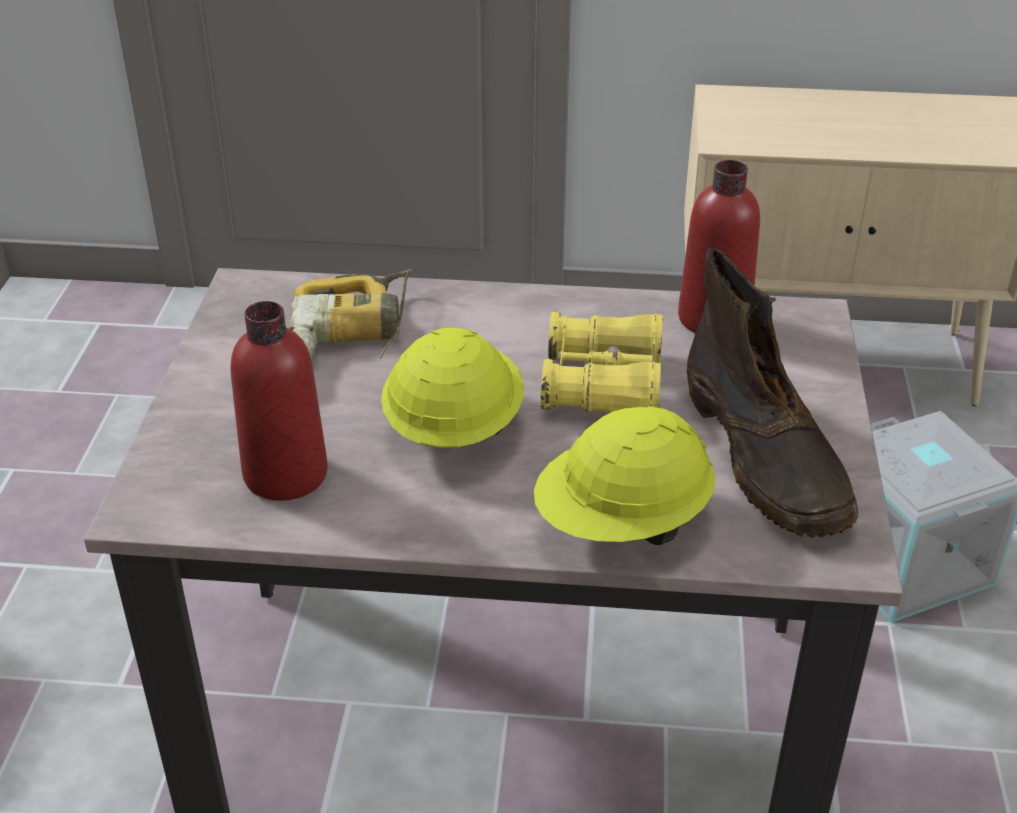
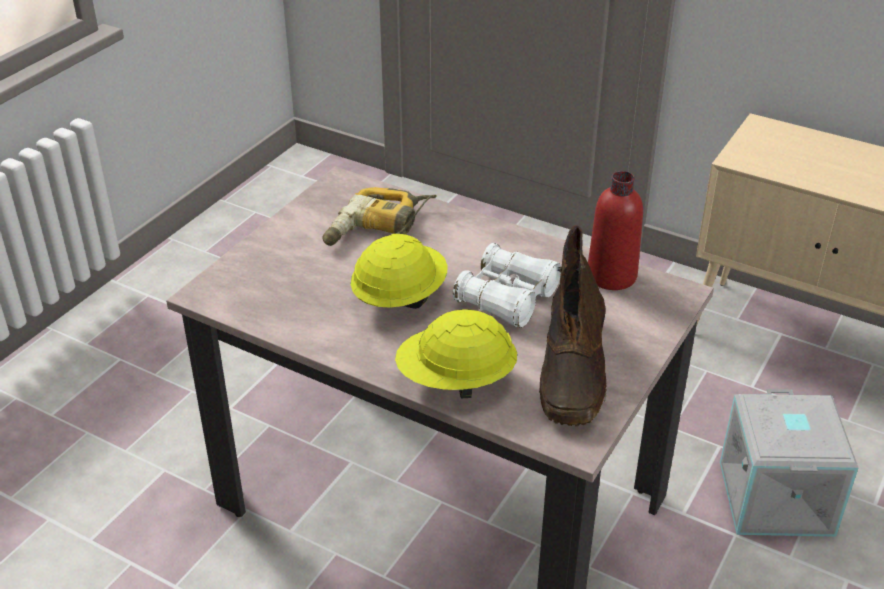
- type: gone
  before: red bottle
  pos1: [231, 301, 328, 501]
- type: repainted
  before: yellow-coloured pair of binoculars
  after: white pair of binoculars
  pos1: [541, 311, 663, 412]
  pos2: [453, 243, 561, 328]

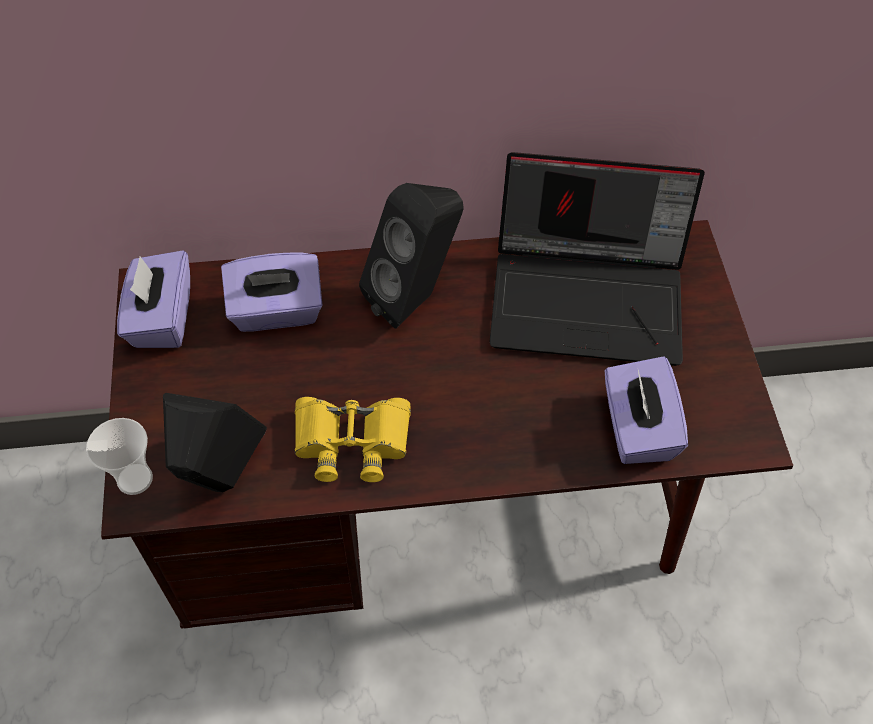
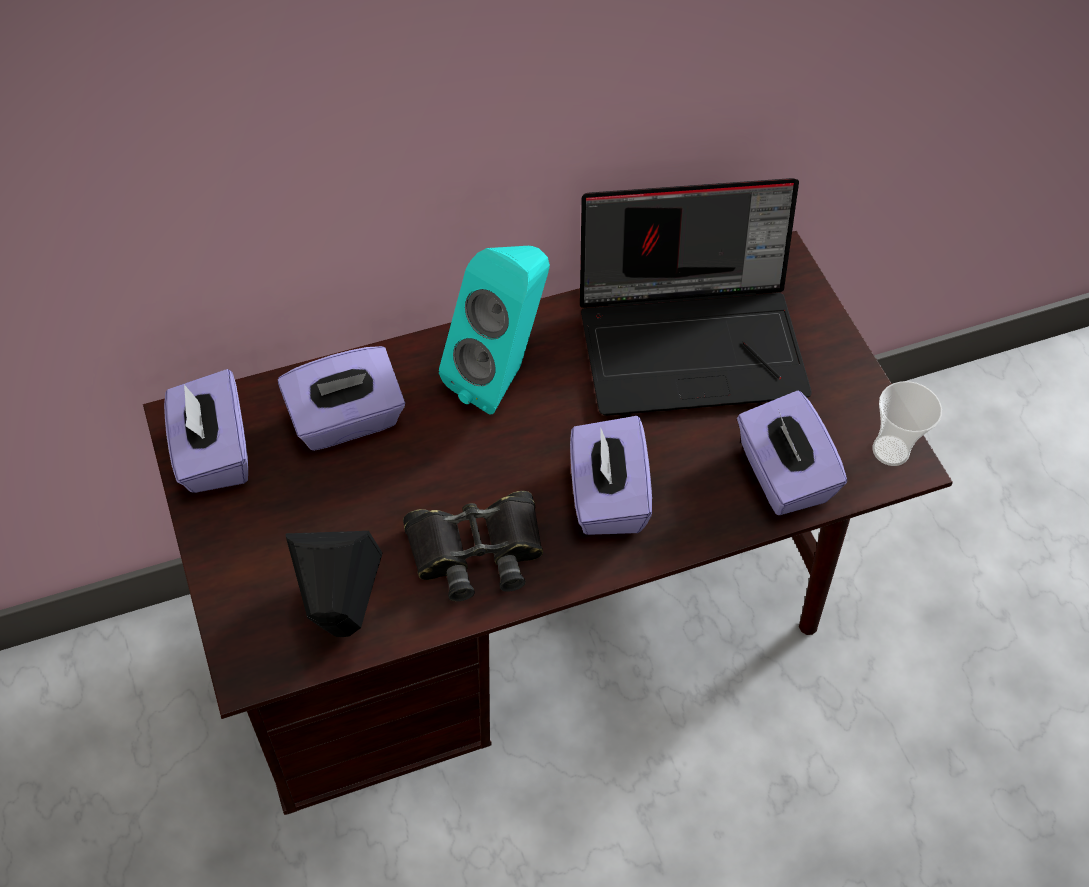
- type: shifted
  before: drinking cup
  pos1: [86, 418, 153, 495]
  pos2: [872, 381, 942, 466]
- type: repainted
  before: yellow-coloured pair of binoculars
  after: blackish pair of binoculars
  pos1: [295, 397, 411, 482]
  pos2: [403, 491, 543, 601]
- type: repainted
  before: blackish audio speaker
  after: turquoise-coloured audio speaker
  pos1: [359, 183, 464, 329]
  pos2: [439, 246, 550, 415]
- type: new
  after: purplish tissue holder
  pos2: [570, 416, 652, 535]

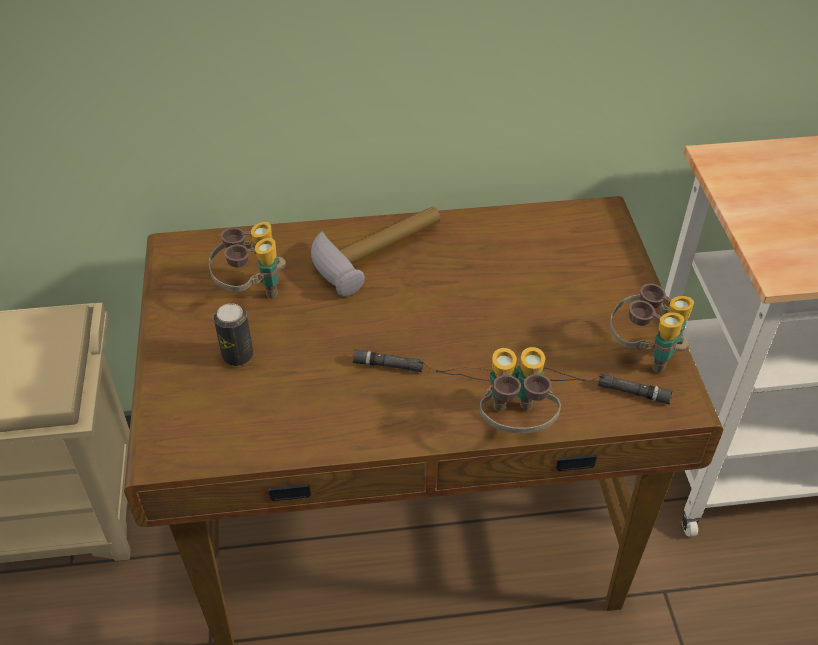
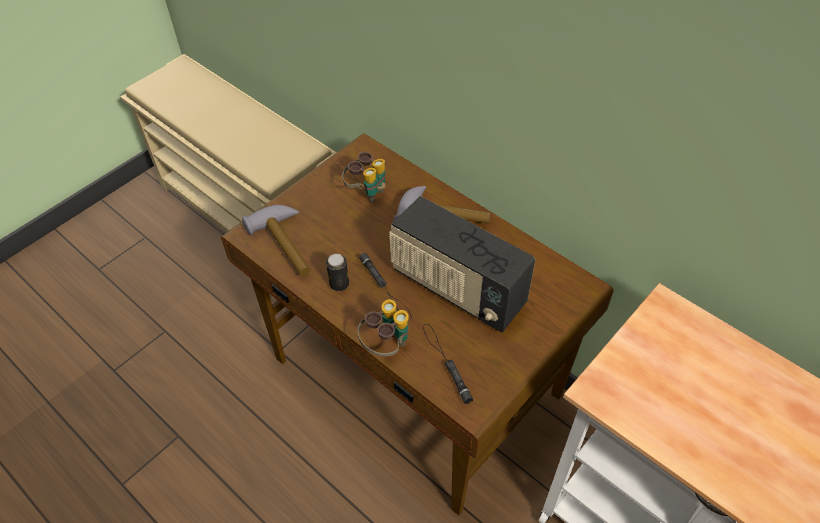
- type: shifted
  before: can
  pos1: [214, 303, 253, 366]
  pos2: [326, 254, 349, 291]
- type: gone
  before: pair of binoculars
  pos1: [610, 284, 694, 373]
- type: new
  after: hammer
  pos2: [242, 205, 310, 276]
- type: new
  after: radio
  pos2: [389, 196, 536, 333]

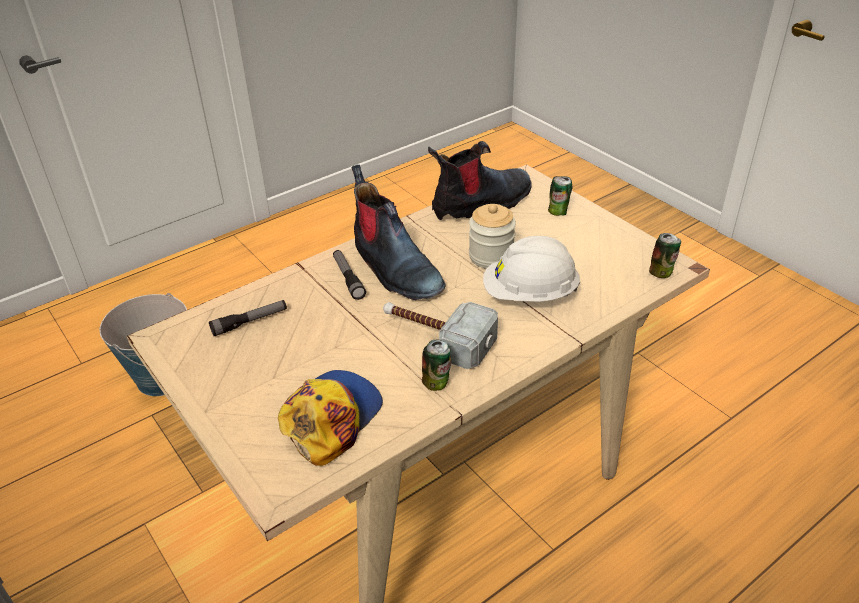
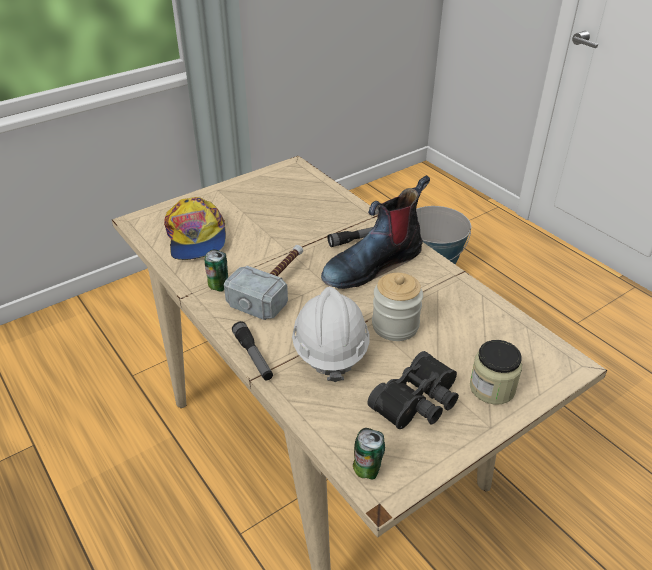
- type: shifted
  before: flashlight
  pos1: [209, 300, 287, 336]
  pos2: [232, 321, 273, 380]
- type: rotated
  before: cap
  pos1: [278, 370, 383, 466]
  pos2: [164, 197, 226, 260]
  turn: 45
- type: gone
  before: tall boot
  pos1: [428, 141, 532, 220]
- type: swapped
  before: can
  after: preserve jar
  pos1: [548, 176, 573, 216]
  pos2: [470, 340, 522, 405]
- type: new
  after: blackish pair of binoculars
  pos2: [368, 351, 459, 429]

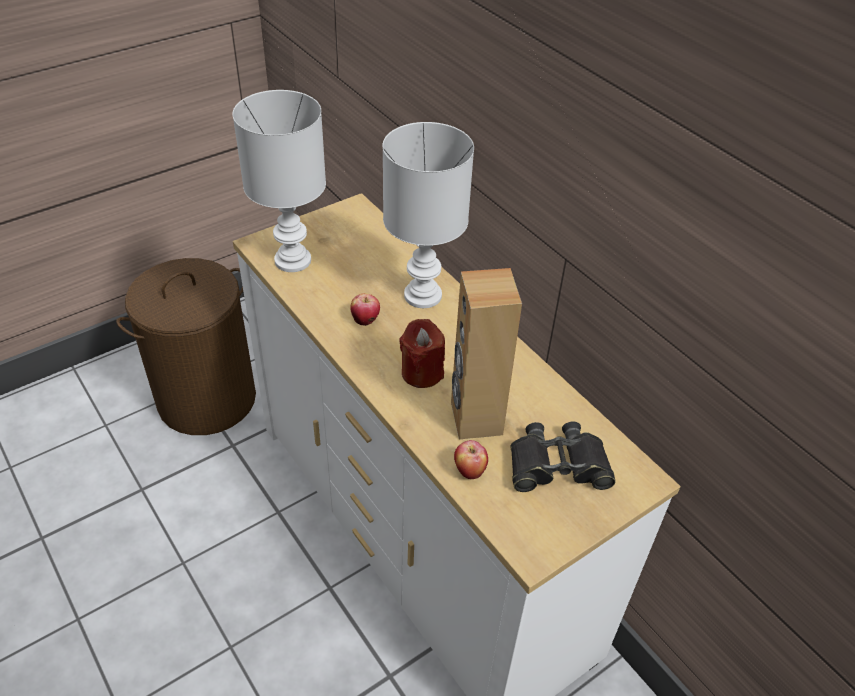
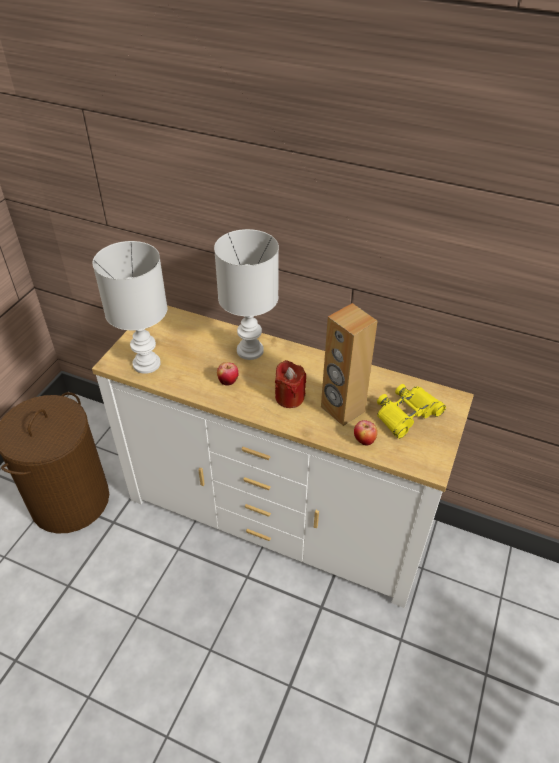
- type: repainted
  before: blackish pair of binoculars
  after: yellow-coloured pair of binoculars
  pos1: [511, 421, 616, 492]
  pos2: [377, 384, 446, 439]

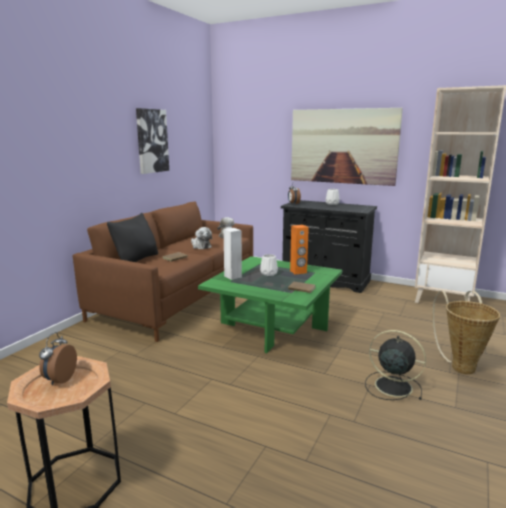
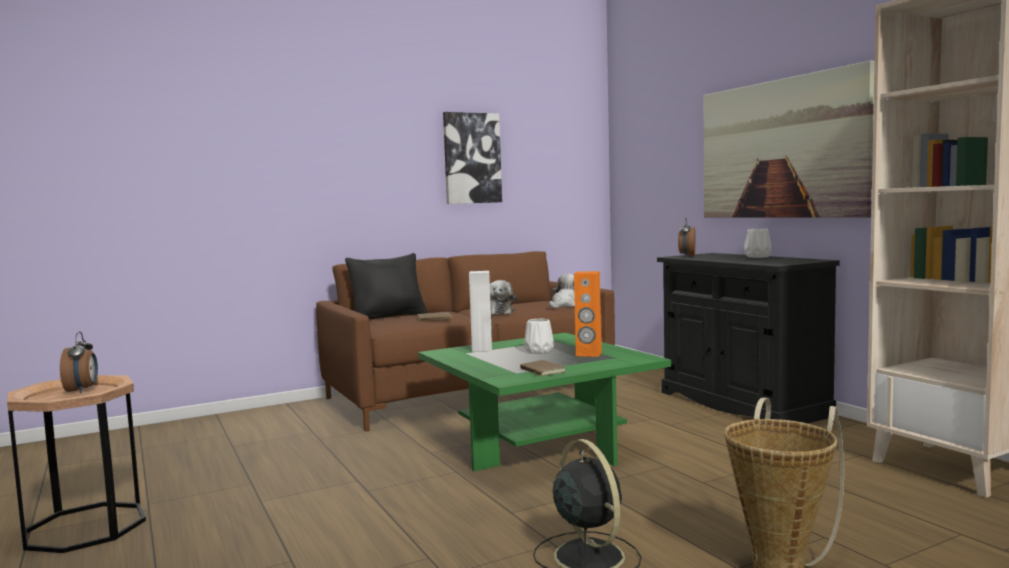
- type: rotated
  before: bedside clock
  pos1: [39, 332, 77, 385]
  pos2: [60, 332, 98, 393]
  turn: 120

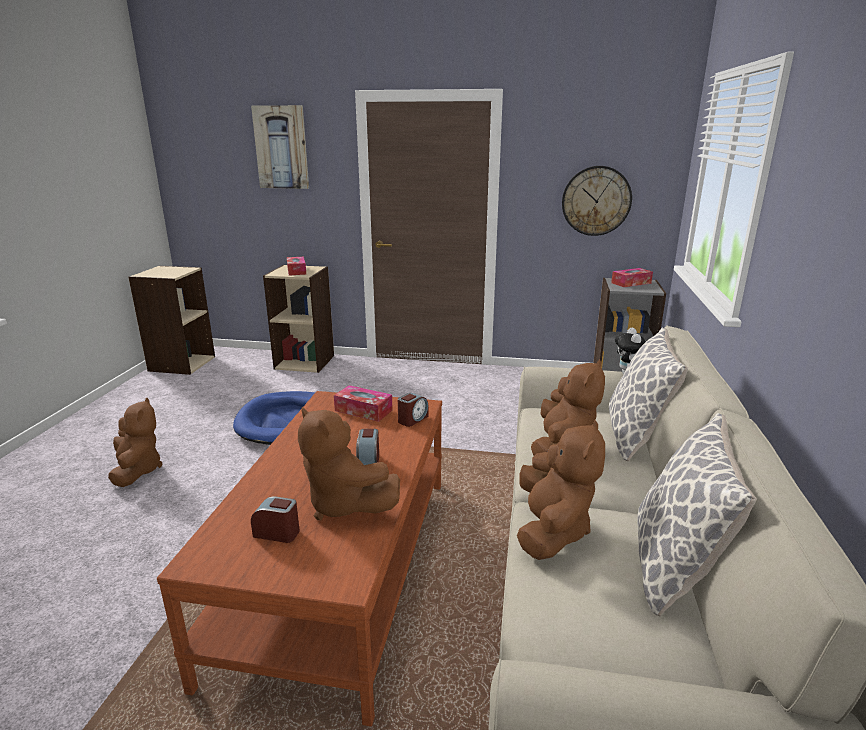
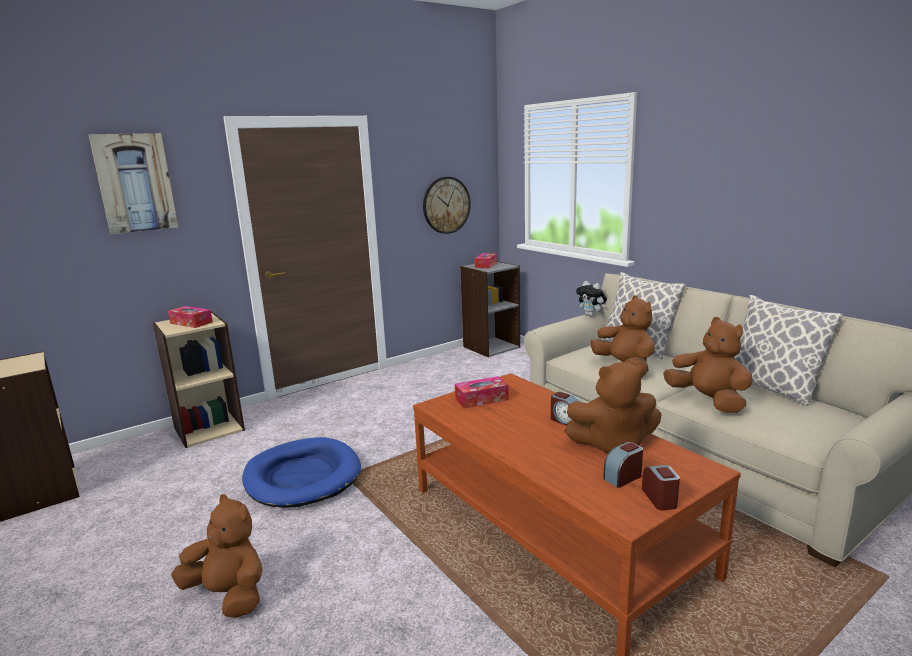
- type: shifted
  before: bedside clock
  pos1: [398, 393, 428, 427]
  pos2: [642, 465, 680, 511]

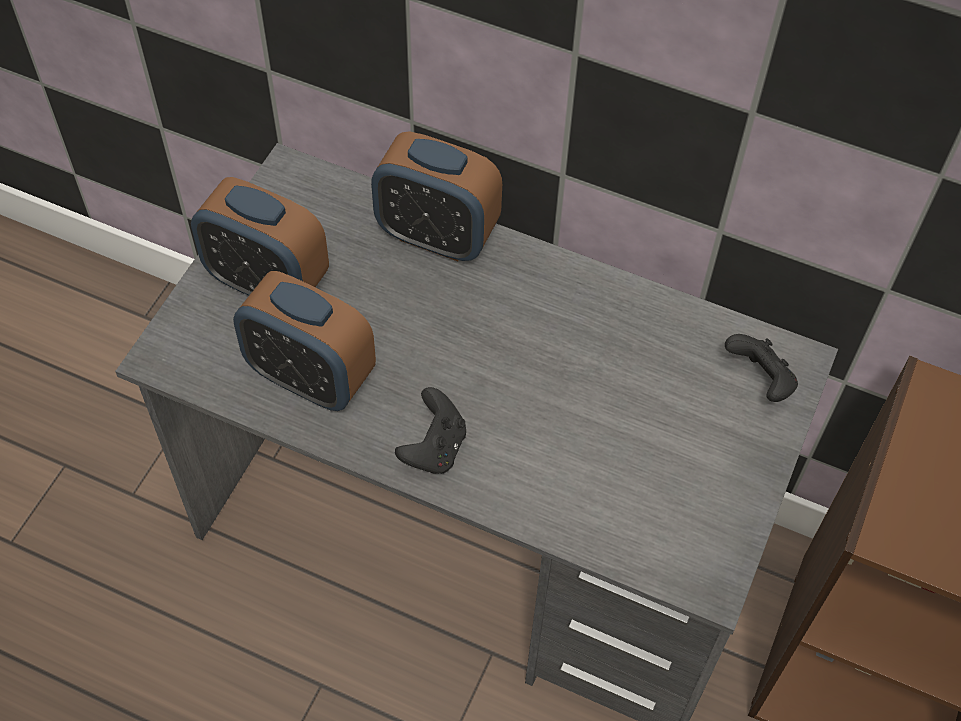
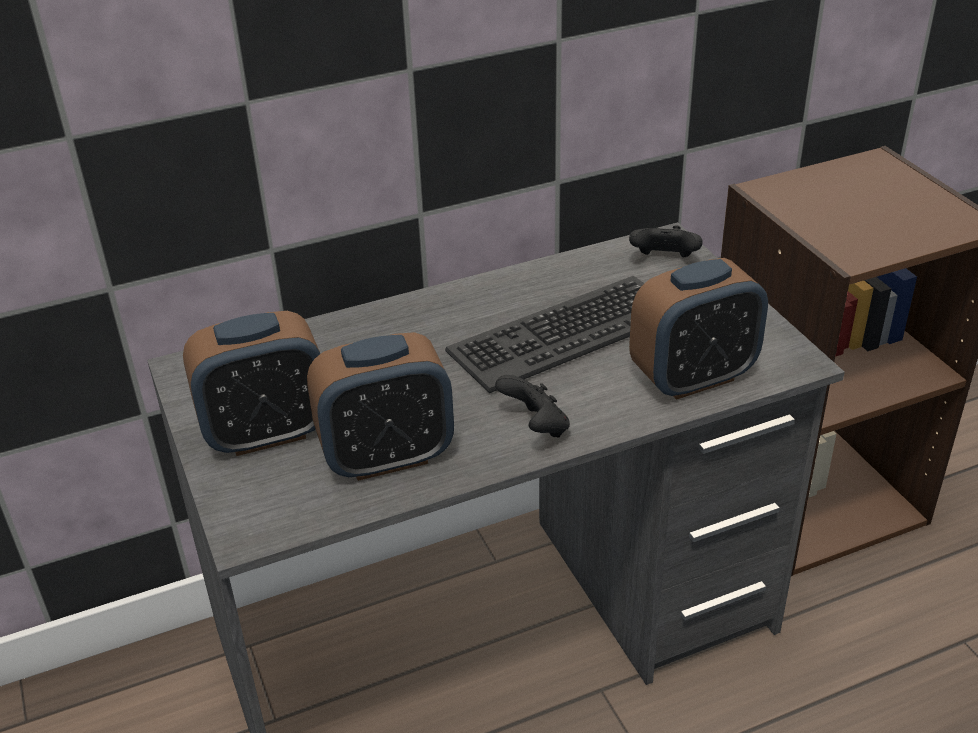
- type: shifted
  before: bedside clock
  pos1: [371, 131, 502, 261]
  pos2: [629, 258, 768, 400]
- type: new
  after: PC keyboard
  pos2: [445, 276, 645, 393]

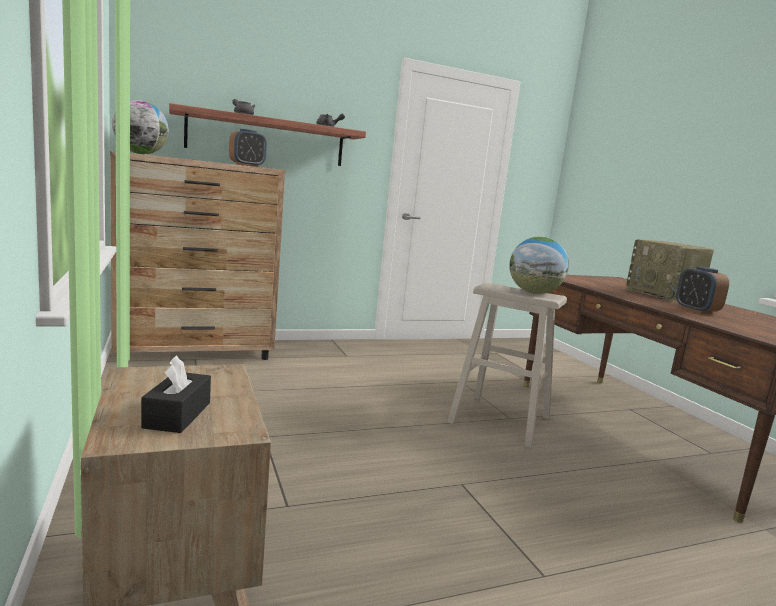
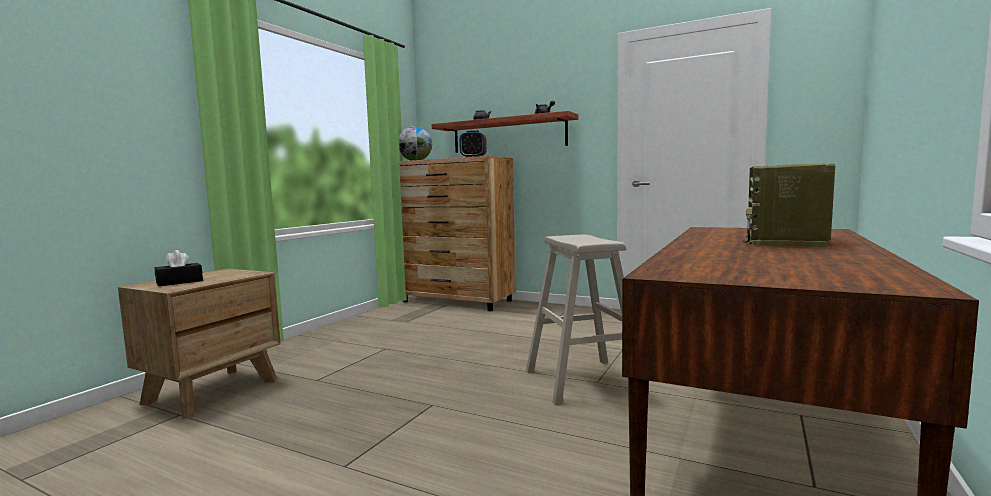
- type: gone
  before: world globe
  pos1: [509, 236, 569, 294]
- type: gone
  before: bedside clock
  pos1: [676, 266, 729, 314]

